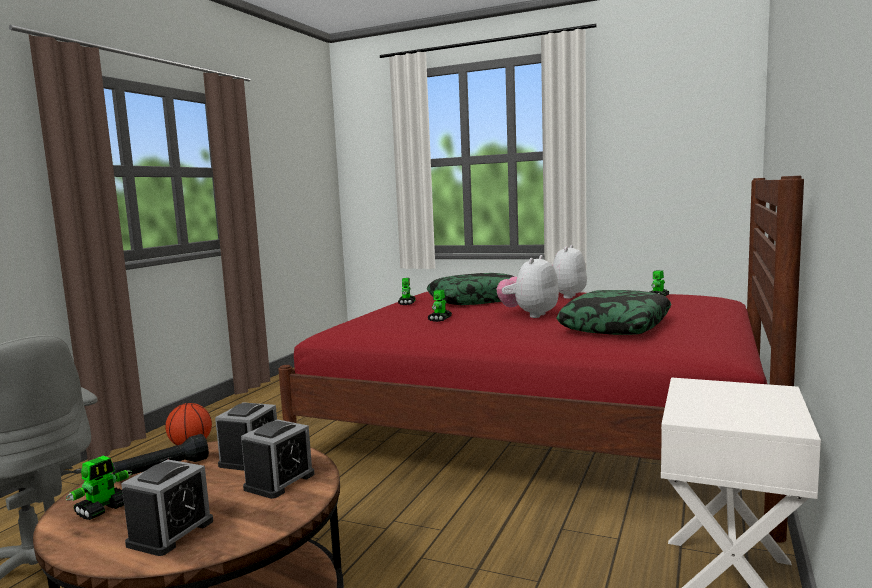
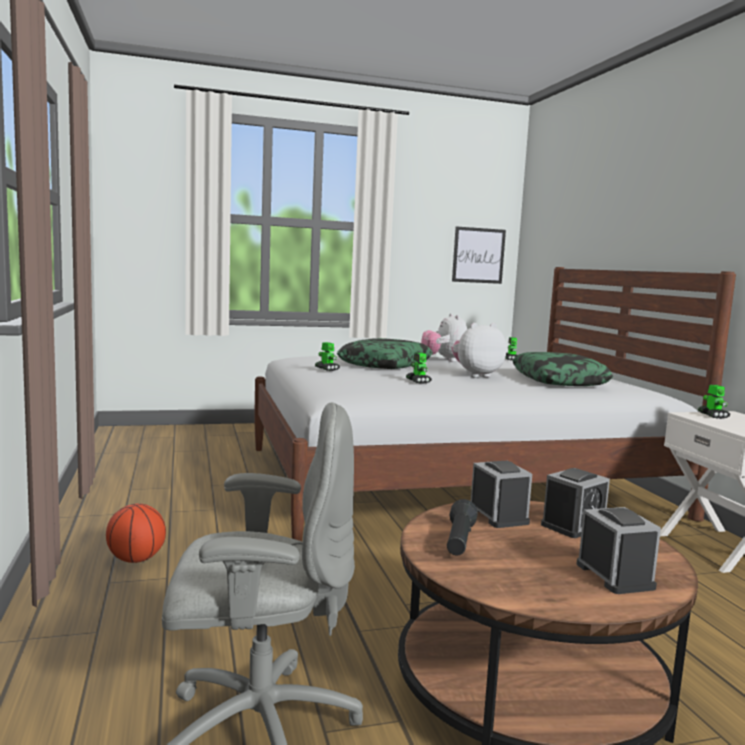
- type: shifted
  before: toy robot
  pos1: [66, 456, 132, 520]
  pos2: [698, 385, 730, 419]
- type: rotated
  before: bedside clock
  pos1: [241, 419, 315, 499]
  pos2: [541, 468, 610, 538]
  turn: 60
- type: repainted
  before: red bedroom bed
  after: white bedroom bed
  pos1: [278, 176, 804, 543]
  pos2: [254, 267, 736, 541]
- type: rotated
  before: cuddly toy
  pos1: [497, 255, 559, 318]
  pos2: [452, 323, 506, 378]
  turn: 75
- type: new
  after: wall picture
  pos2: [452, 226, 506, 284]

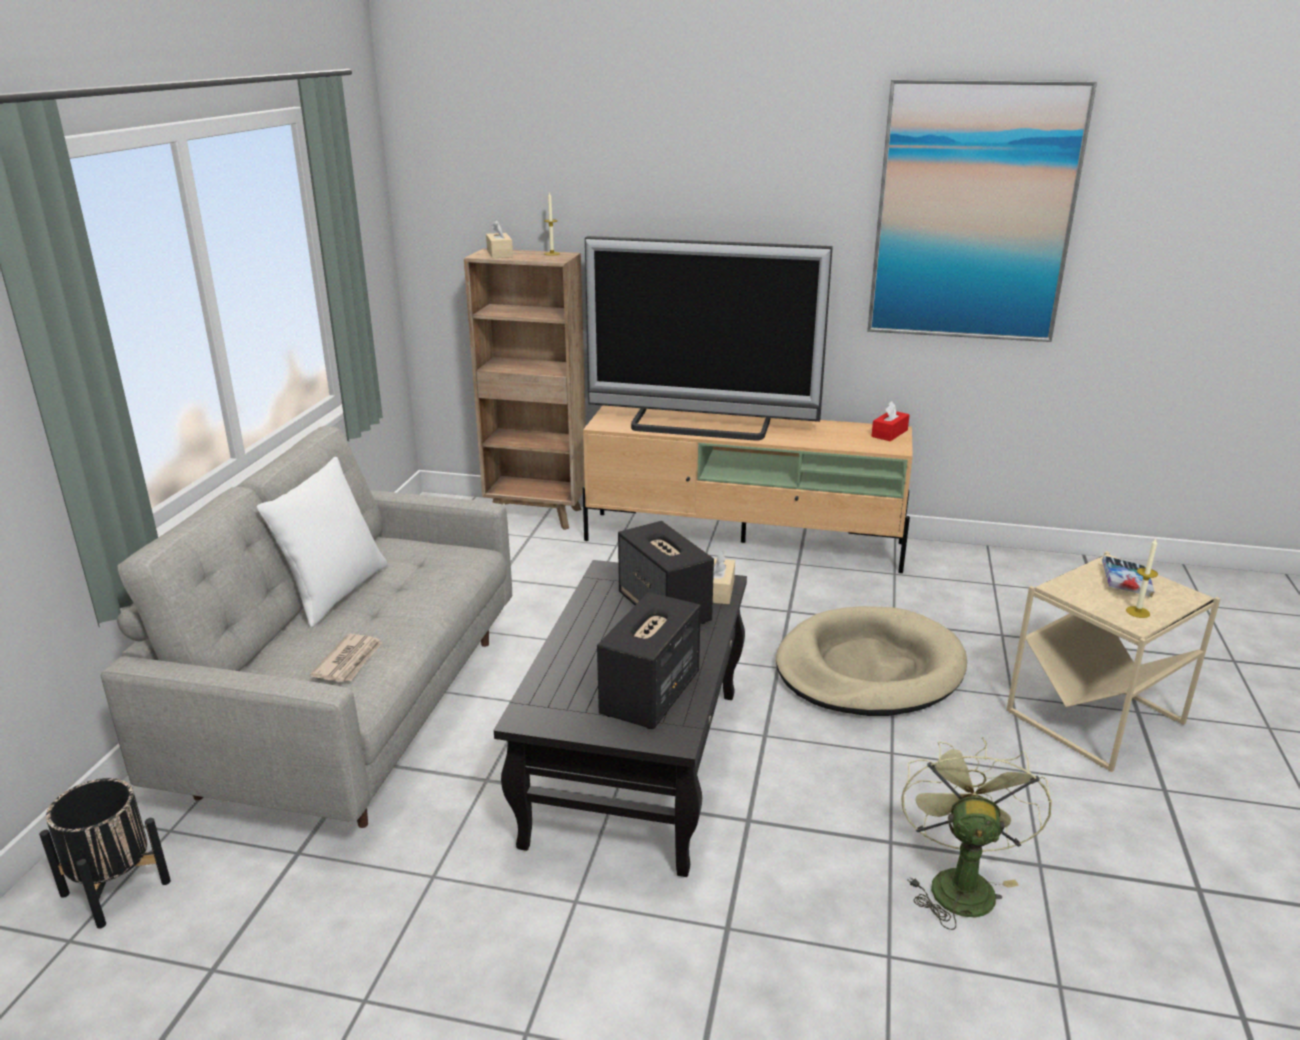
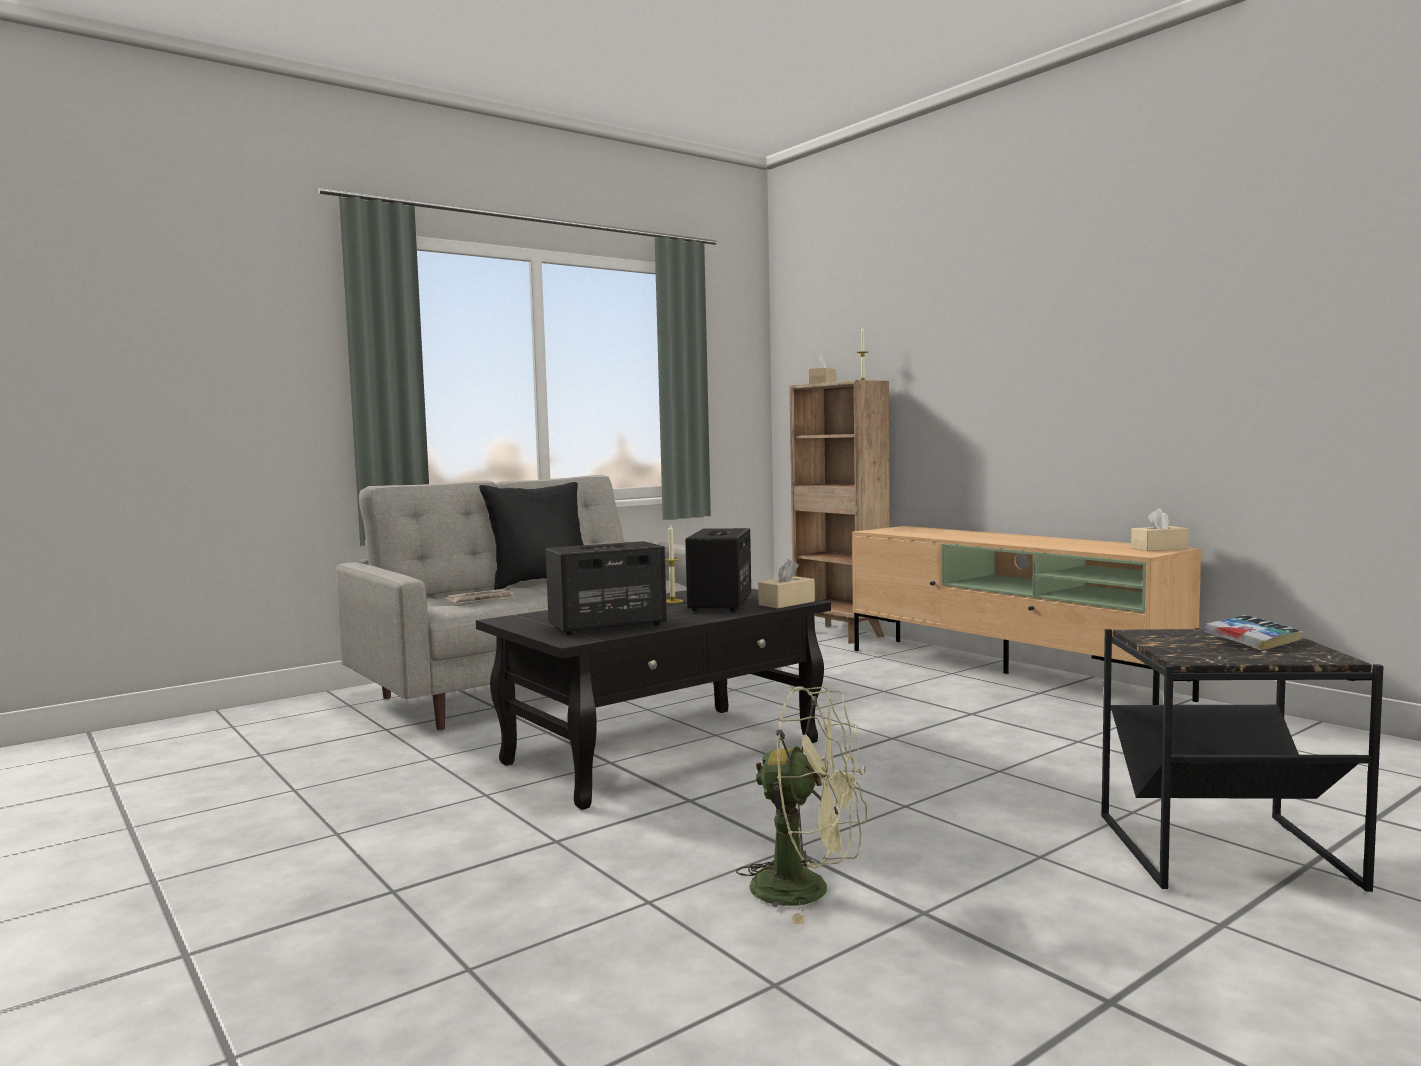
- type: gone
  before: blackish planter
  pos1: [39, 778, 171, 929]
- type: repainted
  before: white throw pillow
  after: blackish throw pillow
  pos1: [257, 457, 387, 628]
  pos2: [479, 482, 584, 590]
- type: gone
  before: television
  pos1: [585, 236, 833, 441]
- type: gone
  before: sand-coloured pet bed
  pos1: [776, 606, 967, 716]
- type: gone
  before: wall picture
  pos1: [867, 79, 1097, 342]
- type: repainted
  before: red tissue holder
  after: sand-coloured tissue holder
  pos1: [871, 401, 910, 441]
  pos2: [1131, 508, 1189, 551]
- type: rotated
  before: green-coloured electric fan
  pos1: [901, 737, 1052, 930]
  pos2: [736, 686, 867, 924]
  turn: 60
- type: repainted
  before: sand-coloured accent table
  after: blackish accent table
  pos1: [1006, 551, 1221, 772]
  pos2: [1102, 629, 1384, 892]
- type: shifted
  before: wax candle
  pos1: [1126, 539, 1158, 618]
  pos2: [665, 524, 683, 603]

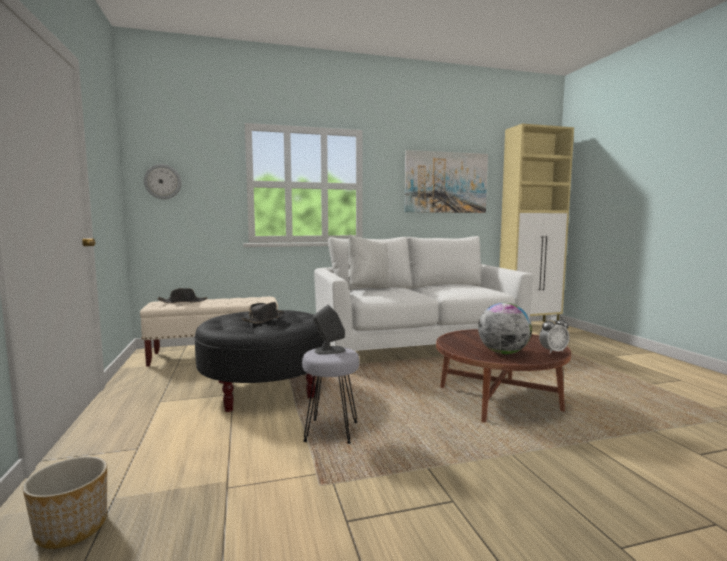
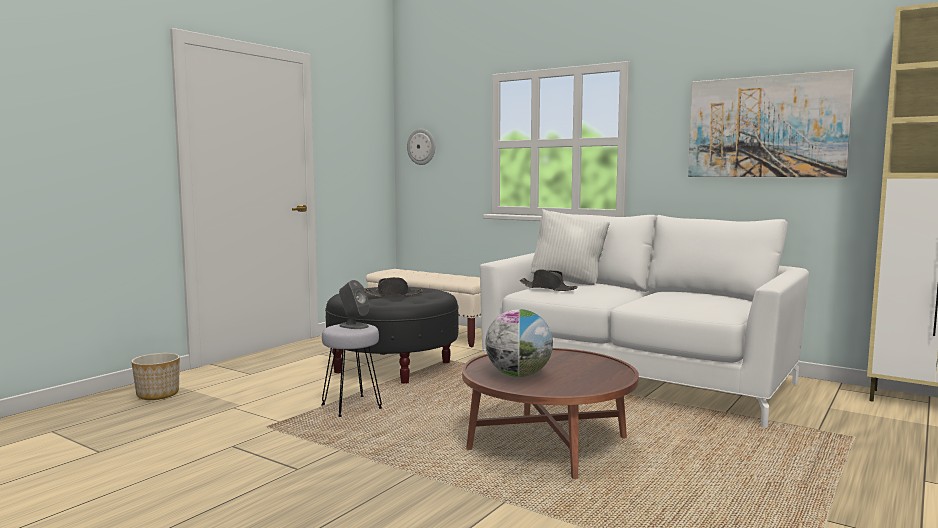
- type: shifted
  before: blackish wearable hat
  pos1: [158, 288, 207, 303]
  pos2: [519, 269, 578, 291]
- type: gone
  before: bedside clock
  pos1: [539, 315, 569, 354]

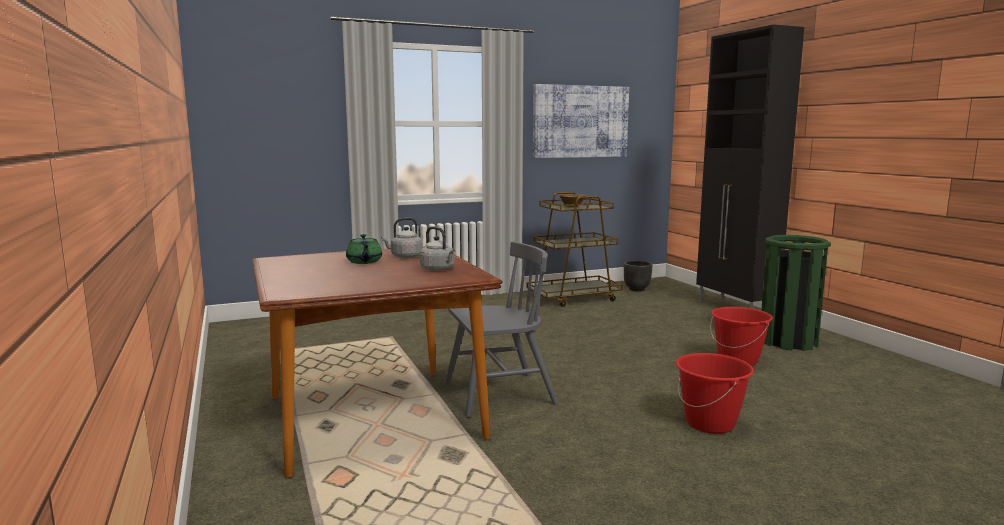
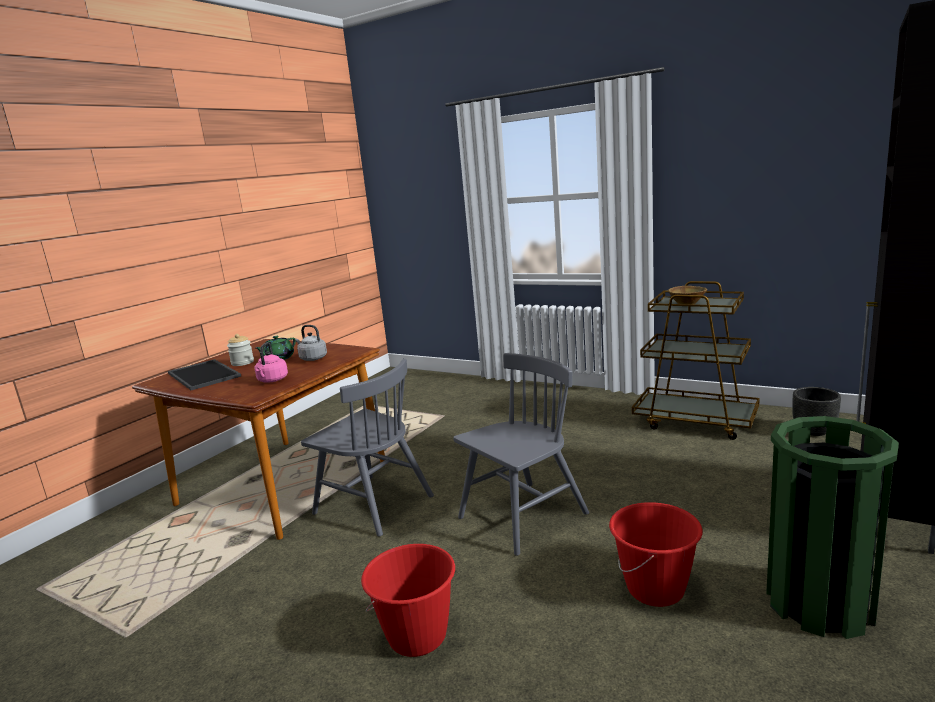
- type: repainted
  before: greyish water kettle
  after: pink water kettle
  pos1: [420, 227, 455, 271]
  pos2: [254, 342, 288, 382]
- type: gone
  before: wall picture
  pos1: [533, 84, 629, 158]
- type: new
  after: serving tray
  pos2: [168, 359, 241, 390]
- type: new
  after: preserve jar
  pos2: [227, 334, 254, 366]
- type: new
  after: greyish chair
  pos2: [453, 353, 589, 556]

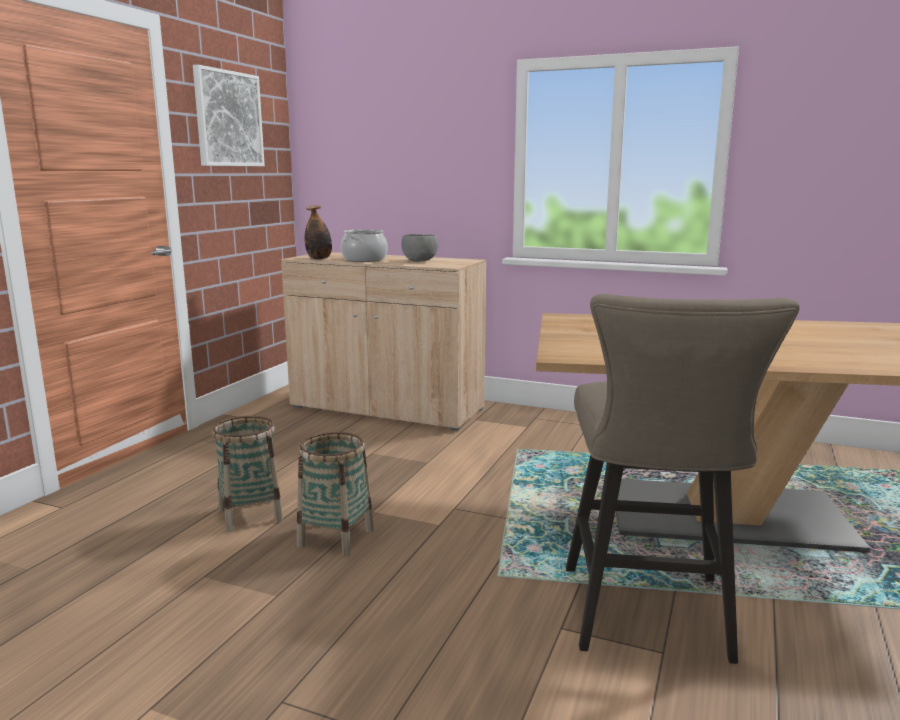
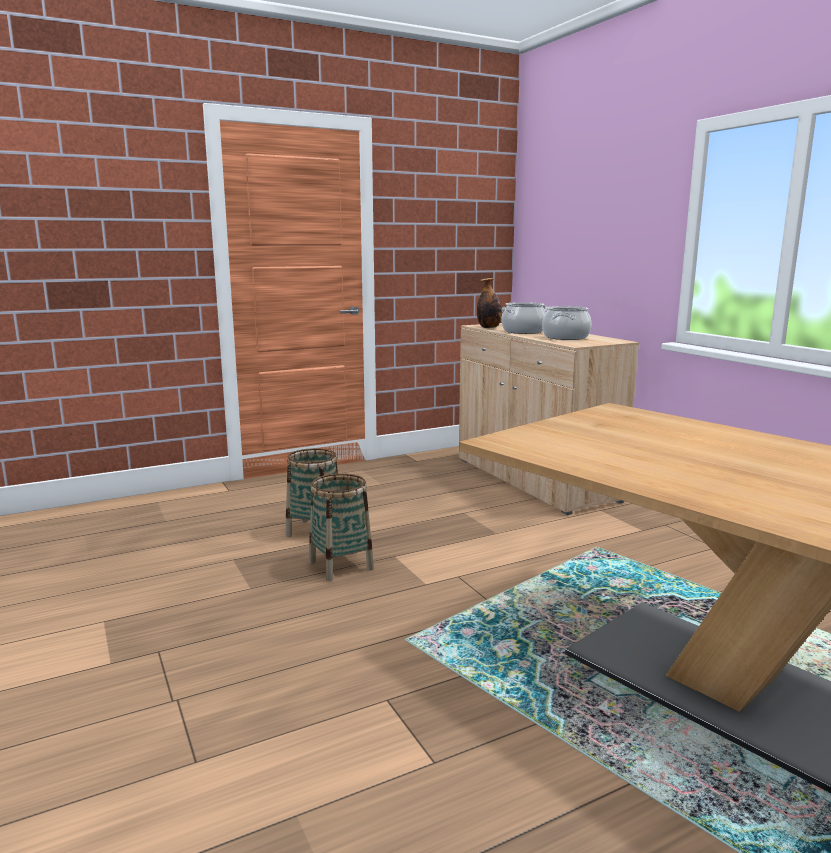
- type: gone
  before: wall picture
  pos1: [193, 65, 265, 166]
- type: swapped
  before: greyish deep dish
  after: cooking pot
  pos1: [401, 234, 438, 262]
  pos2: [542, 306, 592, 340]
- type: gone
  before: sand-coloured sitting stool
  pos1: [566, 294, 800, 664]

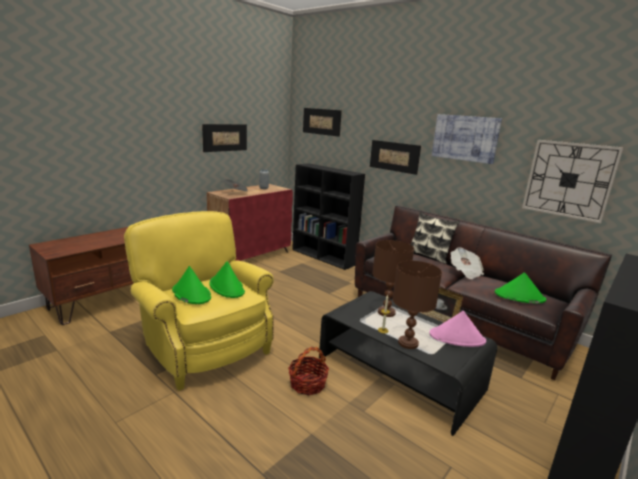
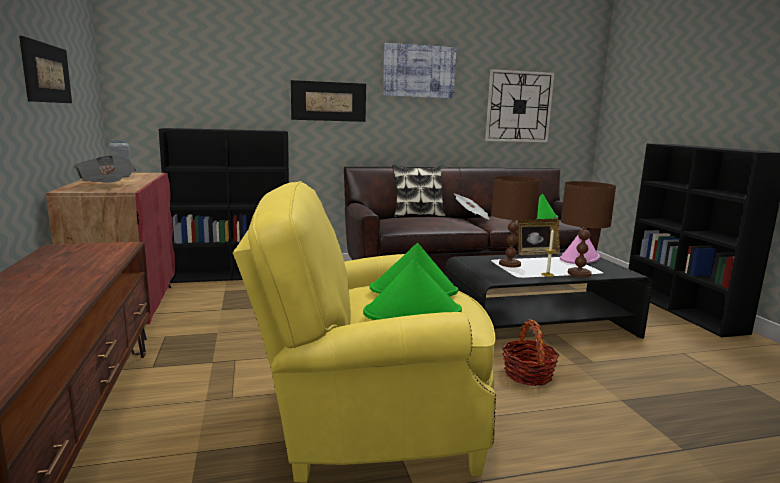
- type: gone
  before: wall picture
  pos1: [303, 108, 342, 137]

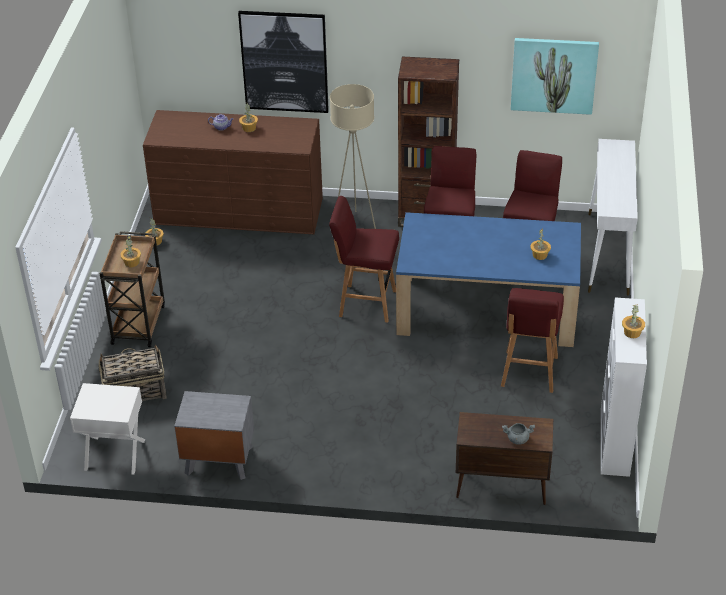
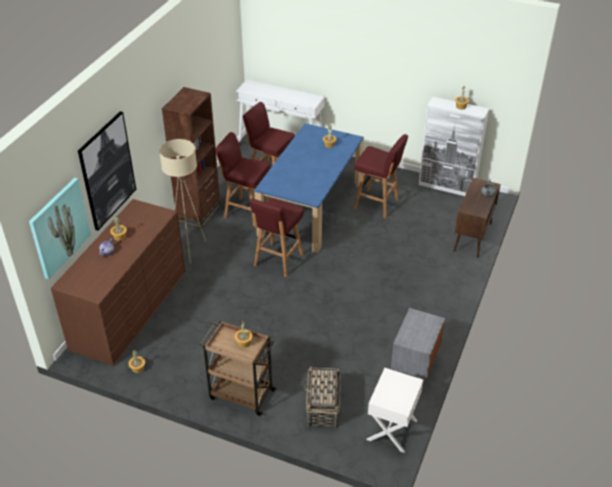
- type: shifted
  before: wall picture
  pos1: [511, 38, 599, 115]
  pos2: [29, 178, 91, 280]

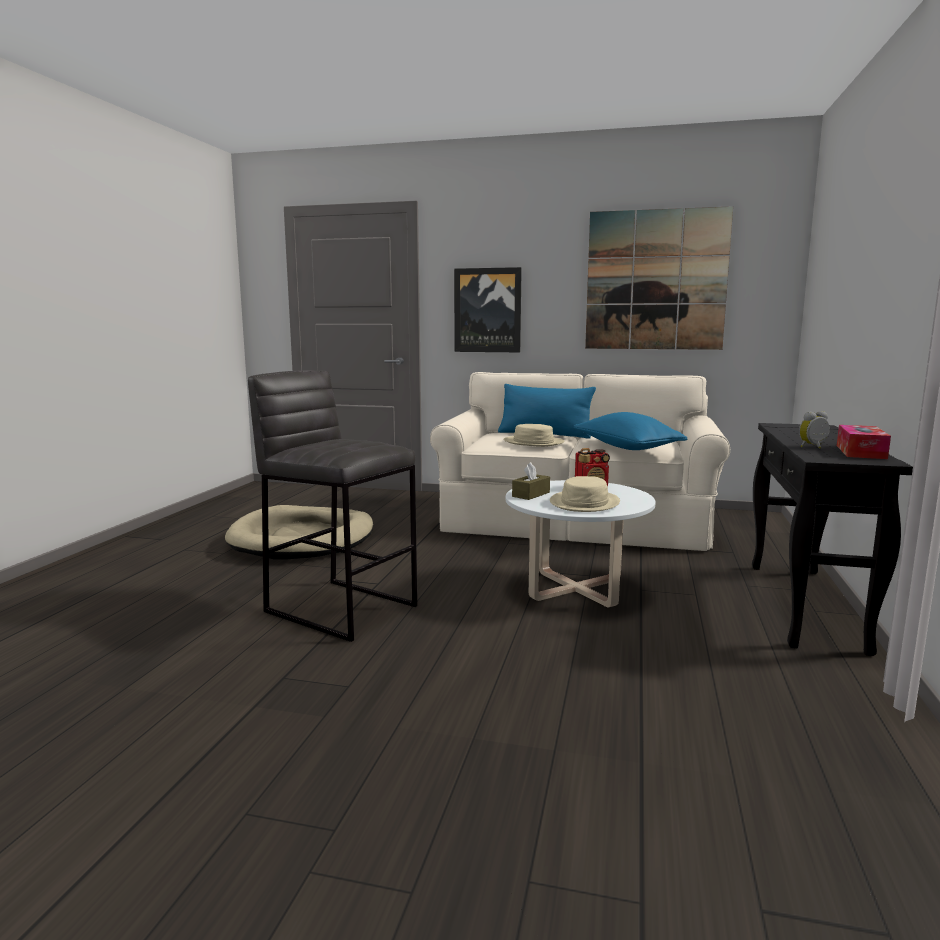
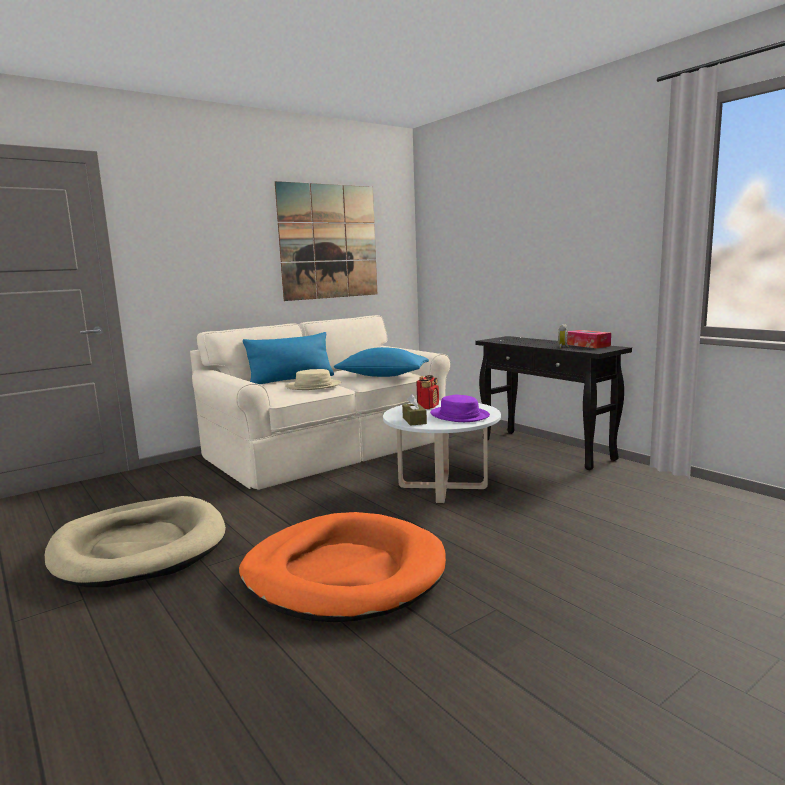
- type: swapped
  before: greyish sitting stool
  after: orangey pet bed
  pos1: [248, 370, 417, 642]
  pos2: [239, 512, 446, 622]
- type: gone
  before: wall picture
  pos1: [454, 267, 522, 352]
- type: repainted
  before: sand-coloured wearable hat
  after: purplish wearable hat
  pos1: [550, 476, 620, 512]
  pos2: [430, 395, 490, 422]

